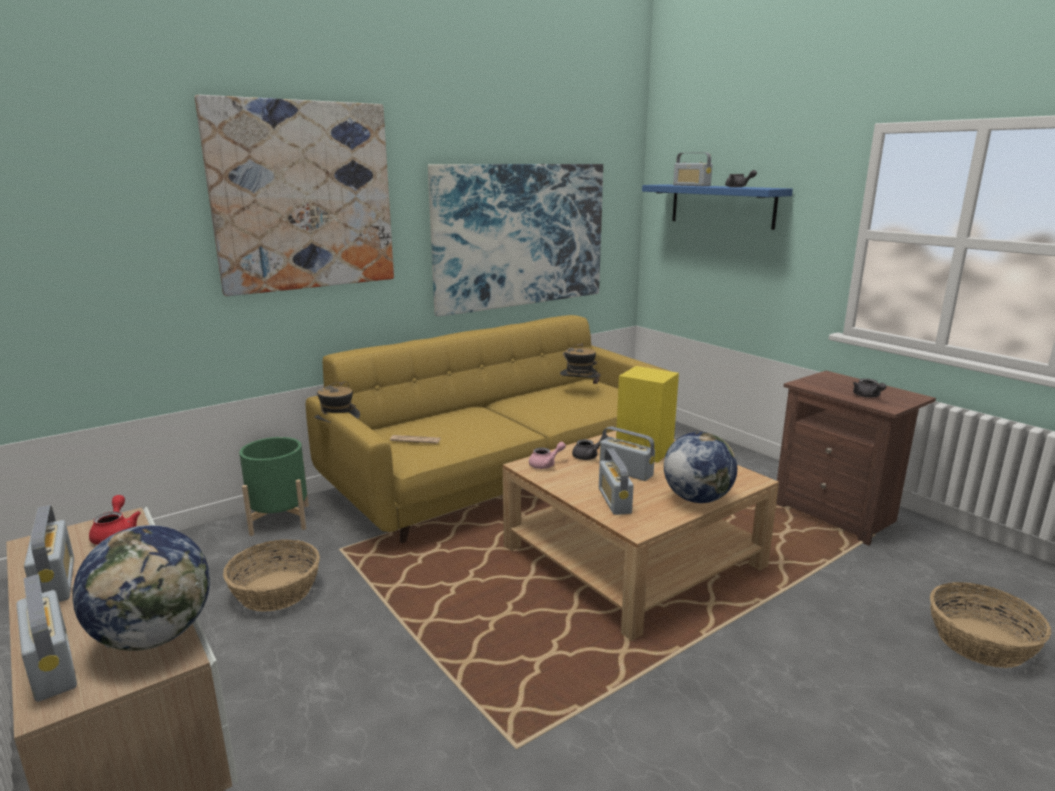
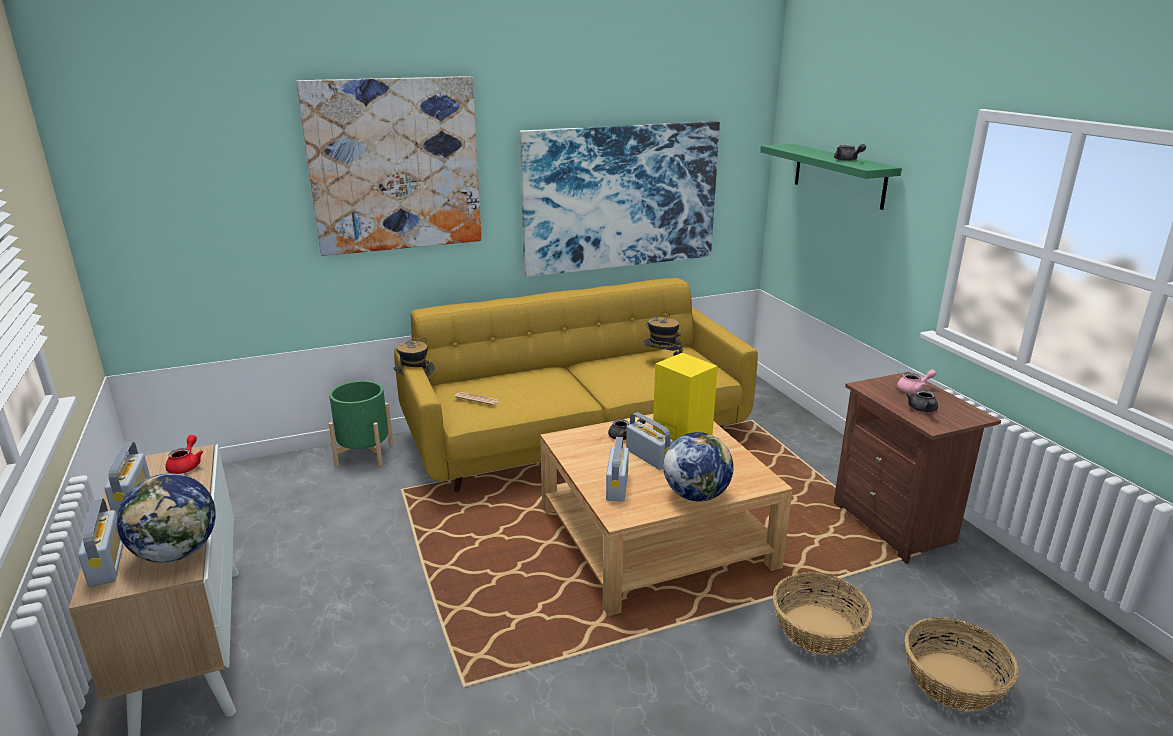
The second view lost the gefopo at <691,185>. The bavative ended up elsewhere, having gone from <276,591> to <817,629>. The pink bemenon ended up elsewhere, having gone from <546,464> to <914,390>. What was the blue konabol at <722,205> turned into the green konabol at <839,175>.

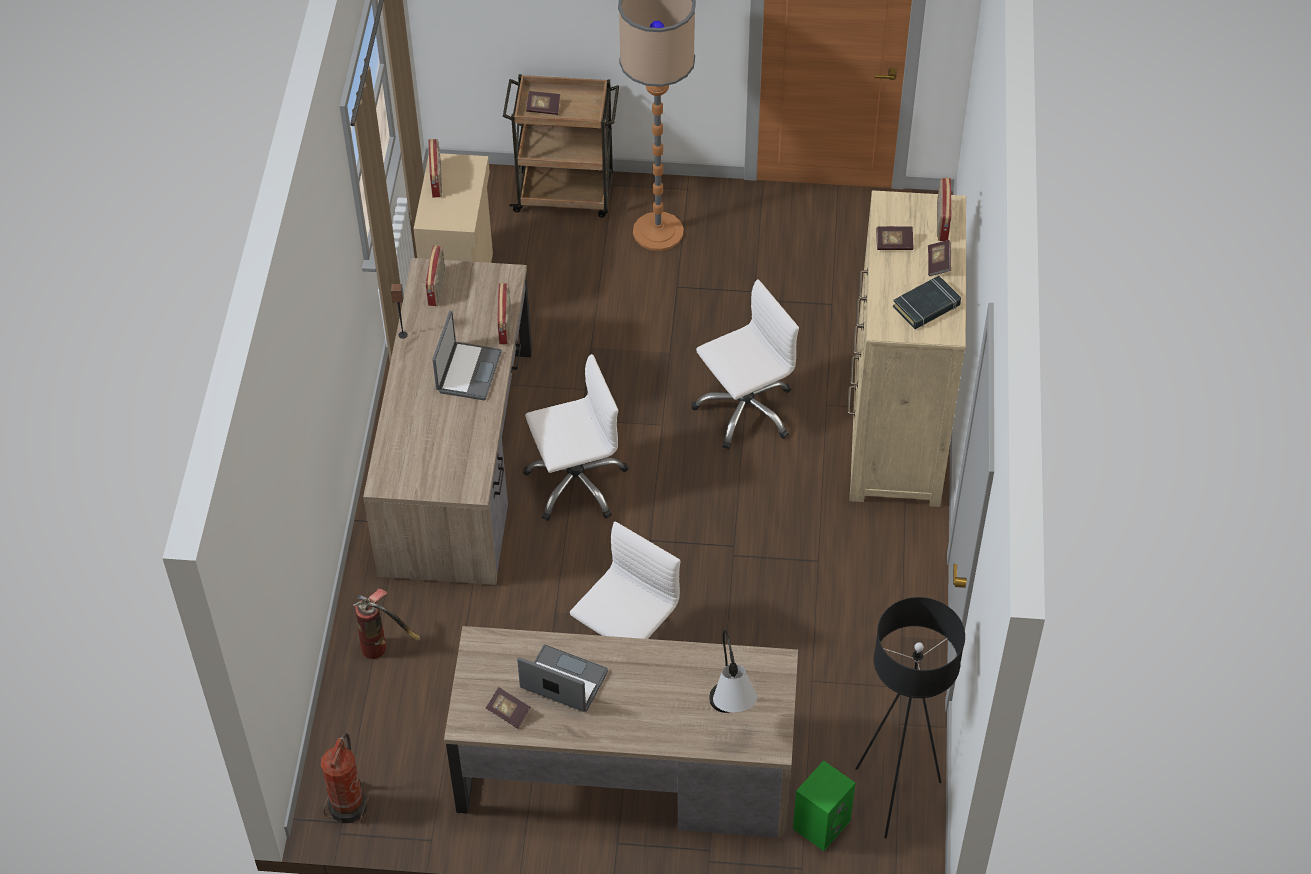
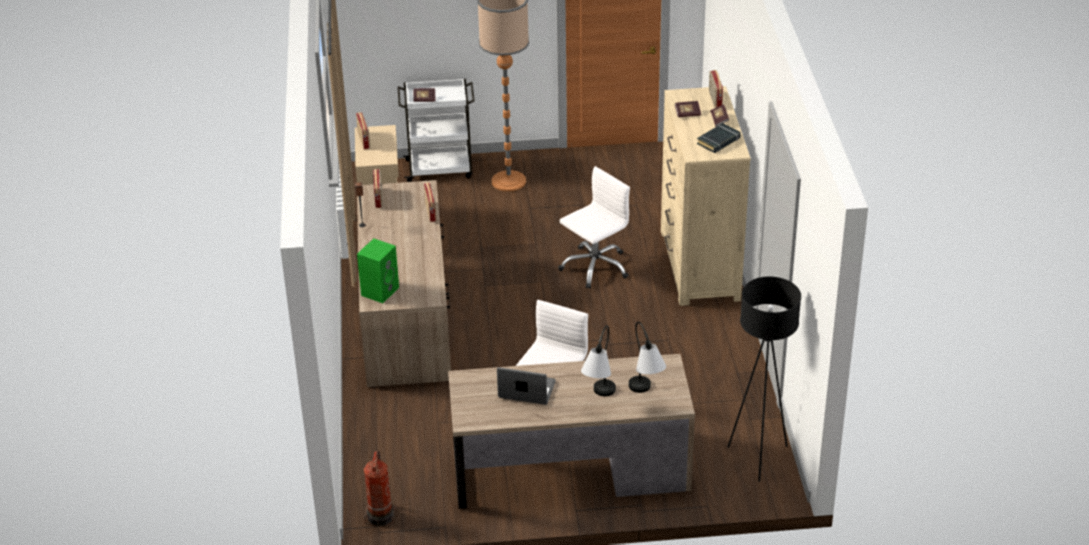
The second view lost the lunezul at <384,647>. The second view lost the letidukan at <467,371>. The second view lost the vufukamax at <508,712>. The second view lost the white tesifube at <576,483>. The second view gained the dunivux at <599,398>. The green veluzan ended up elsewhere, having gone from <821,823> to <380,290>. What was the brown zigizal at <566,194> turned into the white zigizal at <440,169>.

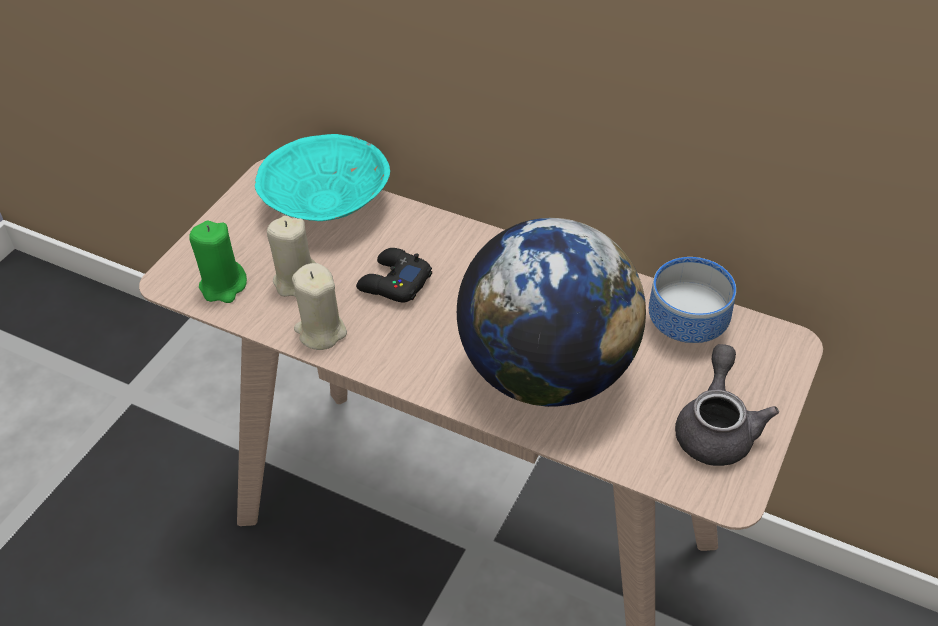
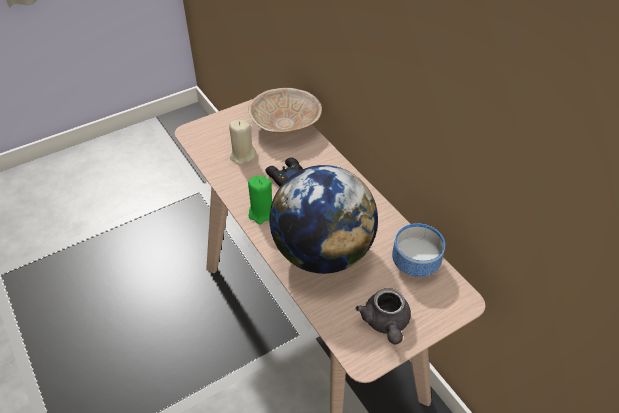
The second view lost the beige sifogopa at <321,331>. The green sifogopa ended up elsewhere, having gone from <223,286> to <262,213>. What was the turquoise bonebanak at <327,202> turned into the beige bonebanak at <286,124>. The grey bemenon at <716,428> ended up facing another way, 135 degrees clockwise from before.

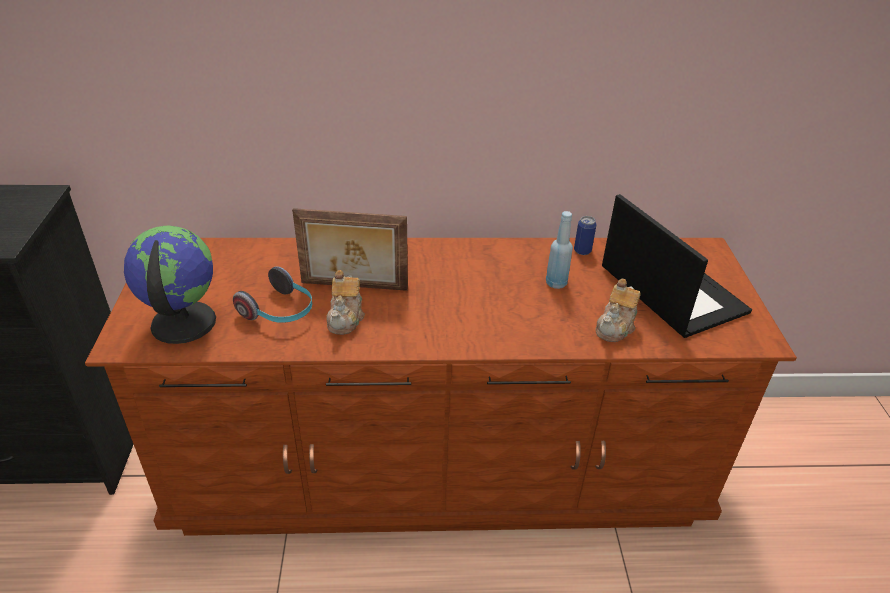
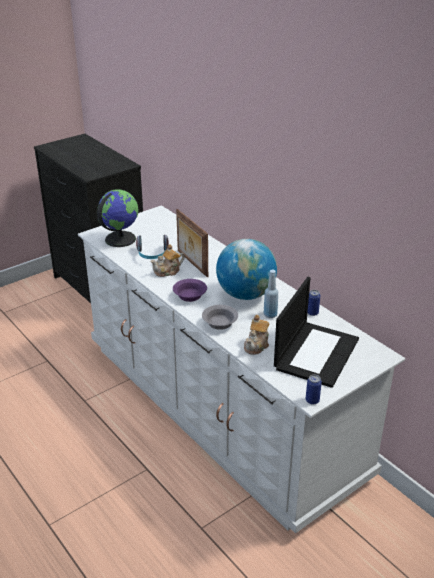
The second view gained the purple bonebanak at <190,296>. The second view gained the grey bonebanak at <219,323>. The second view gained the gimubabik at <245,294>. The second view gained the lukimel at <312,400>. What was the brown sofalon at <439,467> turned into the white sofalon at <218,407>. The bemenon at <616,327> ended up facing another way, 60 degrees counterclockwise from before.

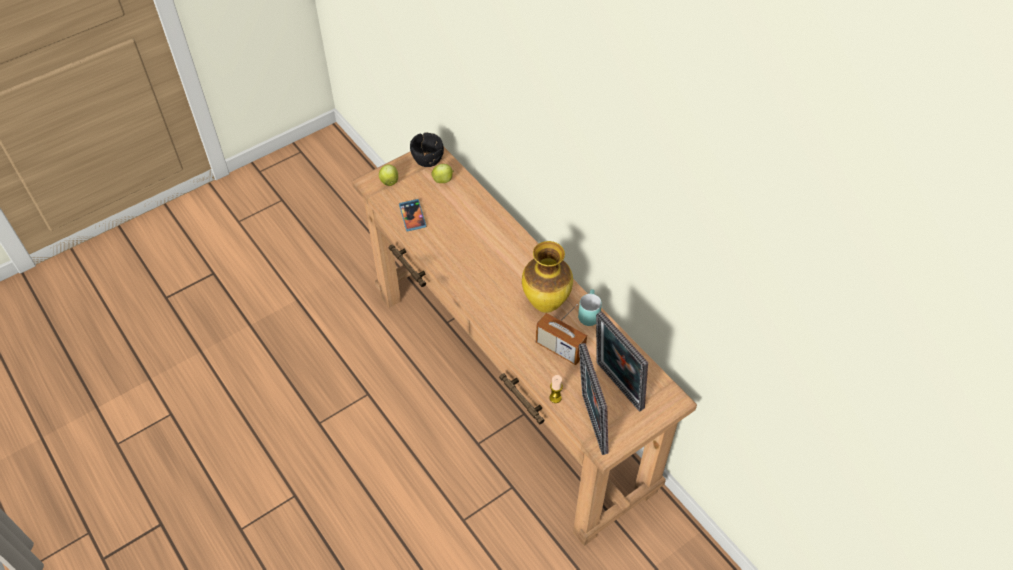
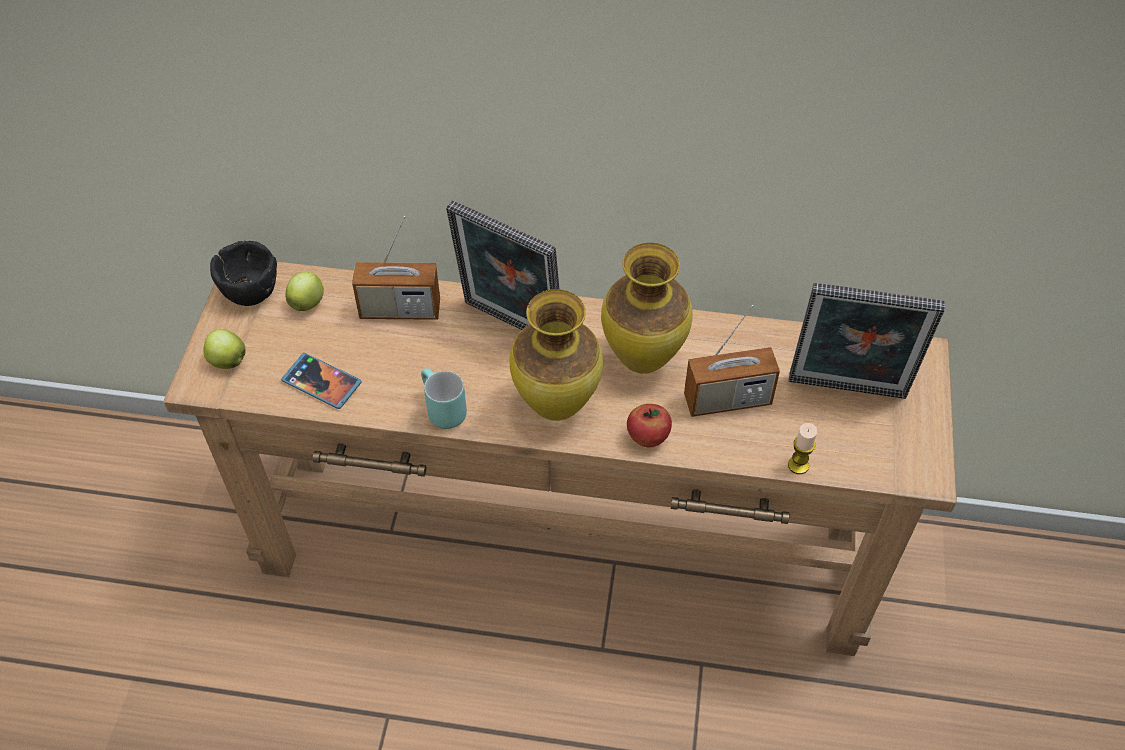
The second view gained the gefopo at <400,310>. The second view gained the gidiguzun at <558,405>. The second view gained the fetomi at <647,437>. The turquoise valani ended up elsewhere, having gone from <587,314> to <440,410>. The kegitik ended up elsewhere, having gone from <590,424> to <509,326>.

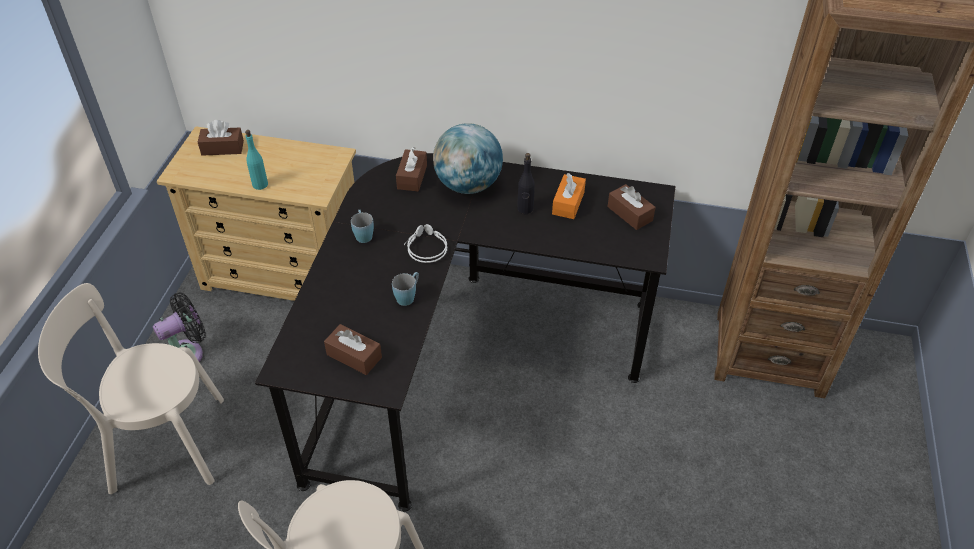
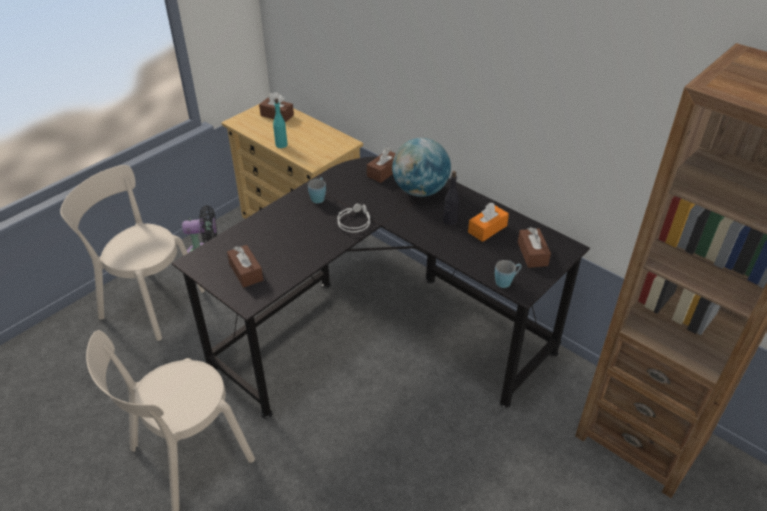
The blue valani ended up elsewhere, having gone from <408,296> to <506,281>.

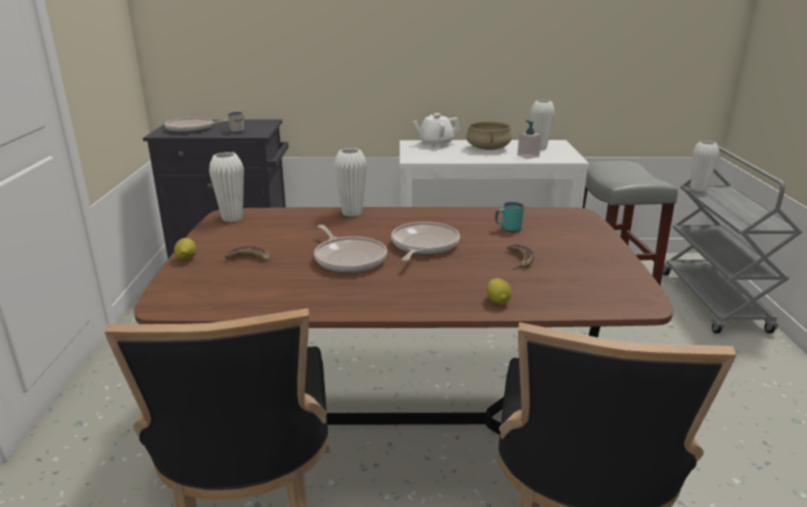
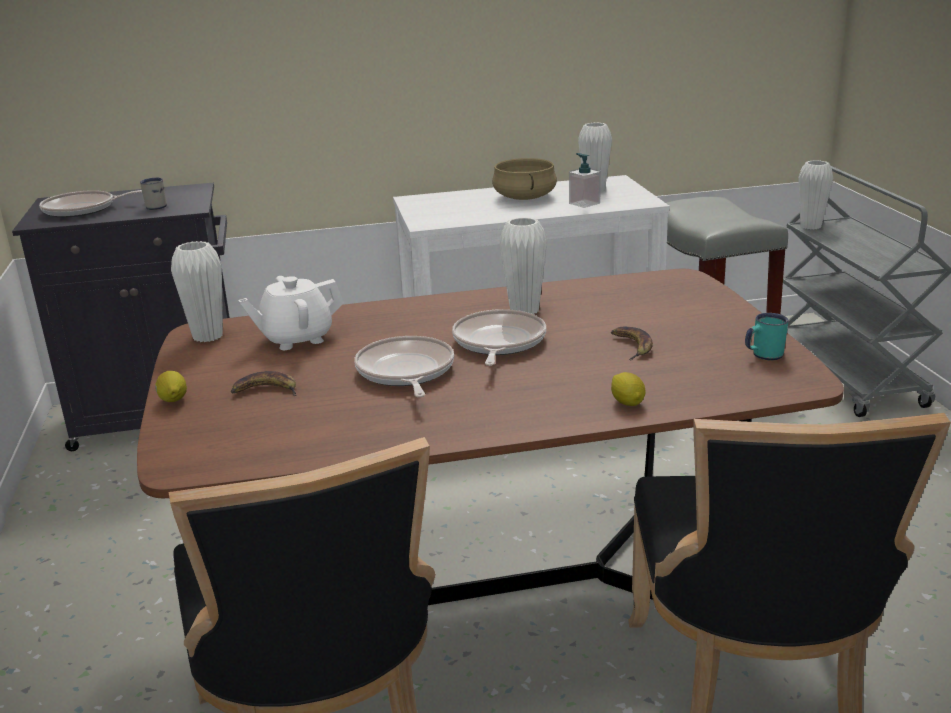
The white gidiguzun ended up elsewhere, having gone from <352,213> to <524,310>. The white bemenon ended up elsewhere, having gone from <435,144> to <296,338>. The turquoise valani ended up elsewhere, having gone from <507,229> to <763,355>. The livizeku at <349,258> ended up facing another way, 150 degrees counterclockwise from before.

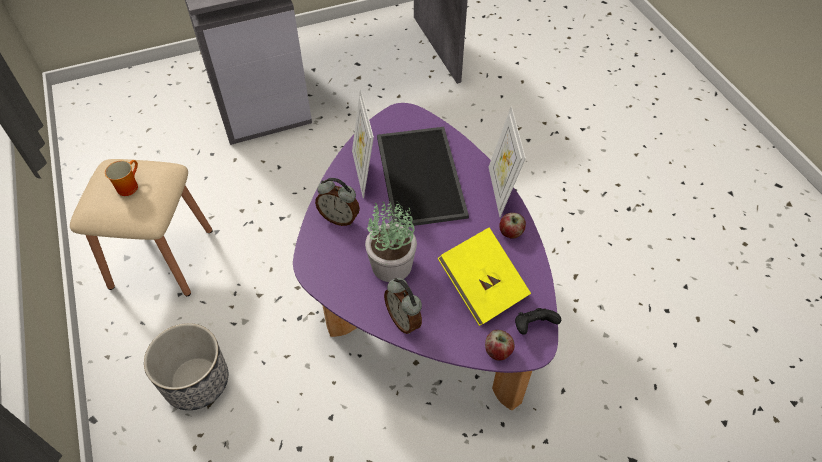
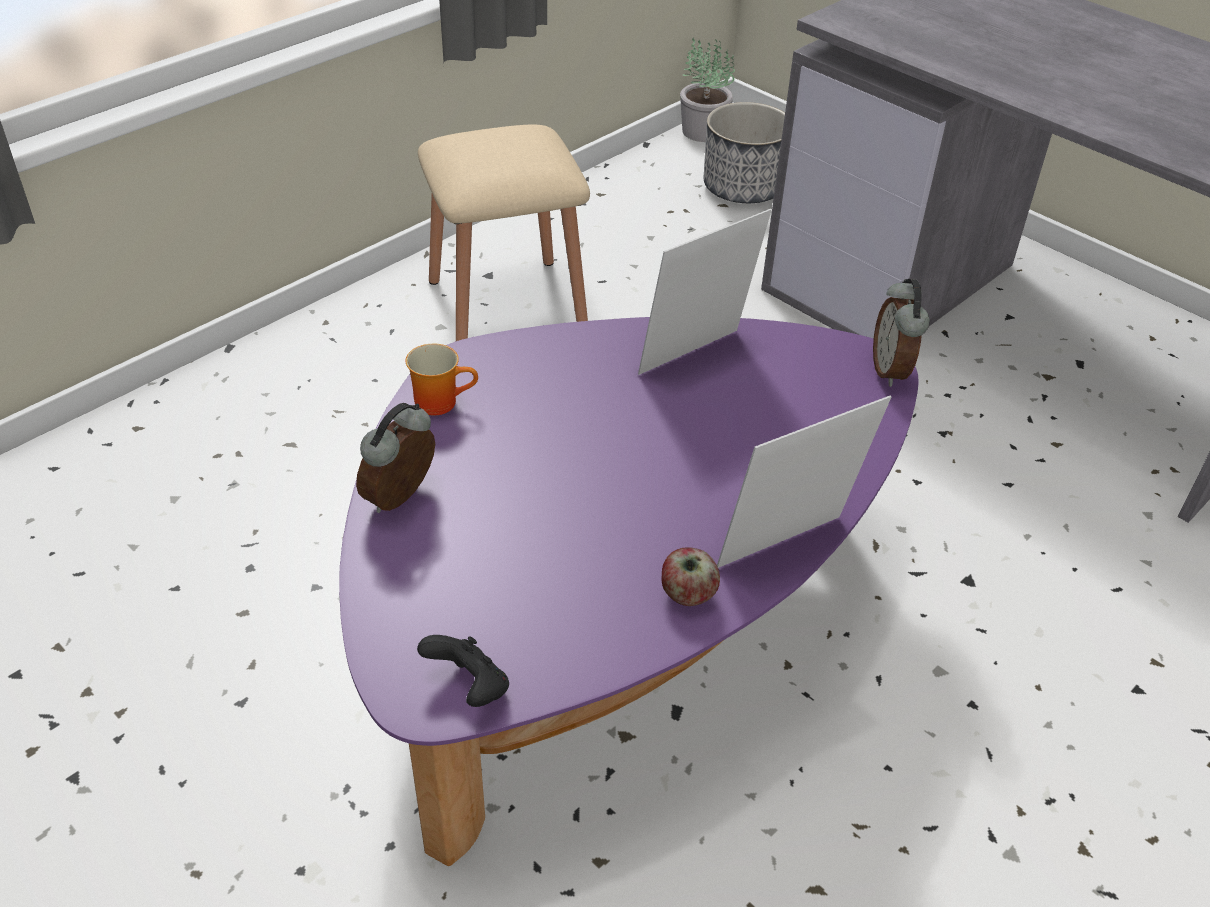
The second view lost the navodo at <418,175>. The second view lost the yellow vufukamax at <483,287>. The second view lost the fetomi at <498,351>. The valani ended up elsewhere, having gone from <128,186> to <441,400>. The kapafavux ended up elsewhere, having gone from <197,381> to <743,188>. The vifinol ended up elsewhere, having gone from <339,218> to <891,370>. The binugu ended up elsewhere, having gone from <391,266> to <702,131>.

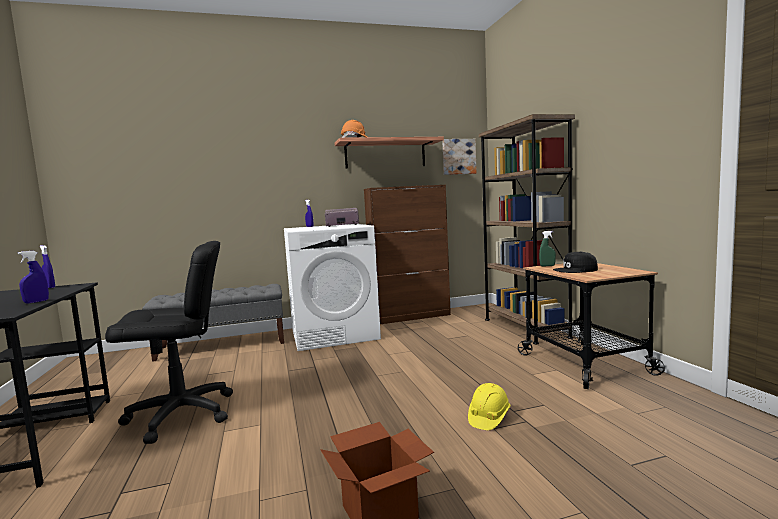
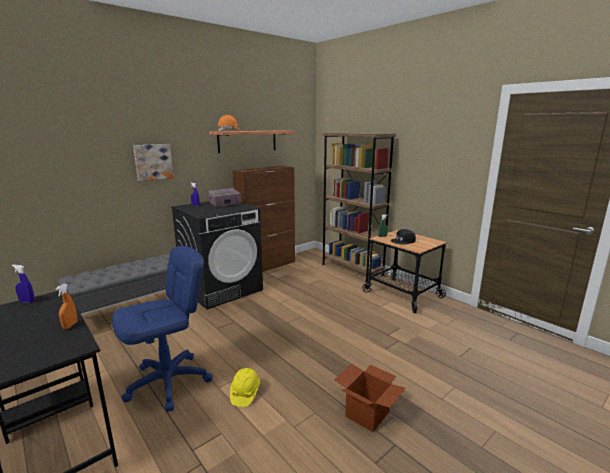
The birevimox ended up elsewhere, having gone from <458,157> to <153,162>. The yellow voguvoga ended up elsewhere, having gone from <488,418> to <245,393>. What was the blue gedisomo at <36,302> turned into the orange gedisomo at <70,325>. What was the black tesifube at <181,415> turned into the blue tesifube at <169,382>. What was the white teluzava at <334,334> turned into the black teluzava at <222,289>.

